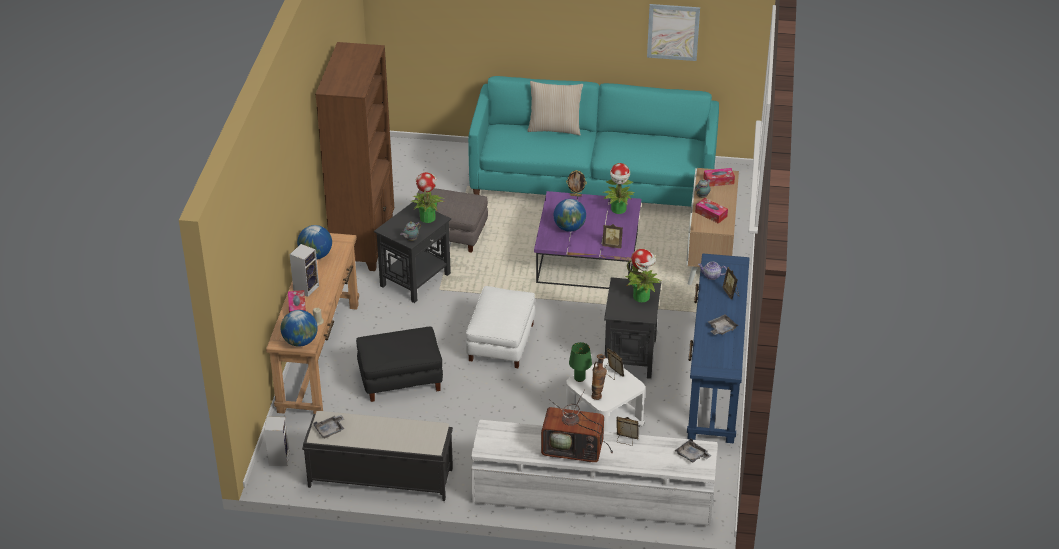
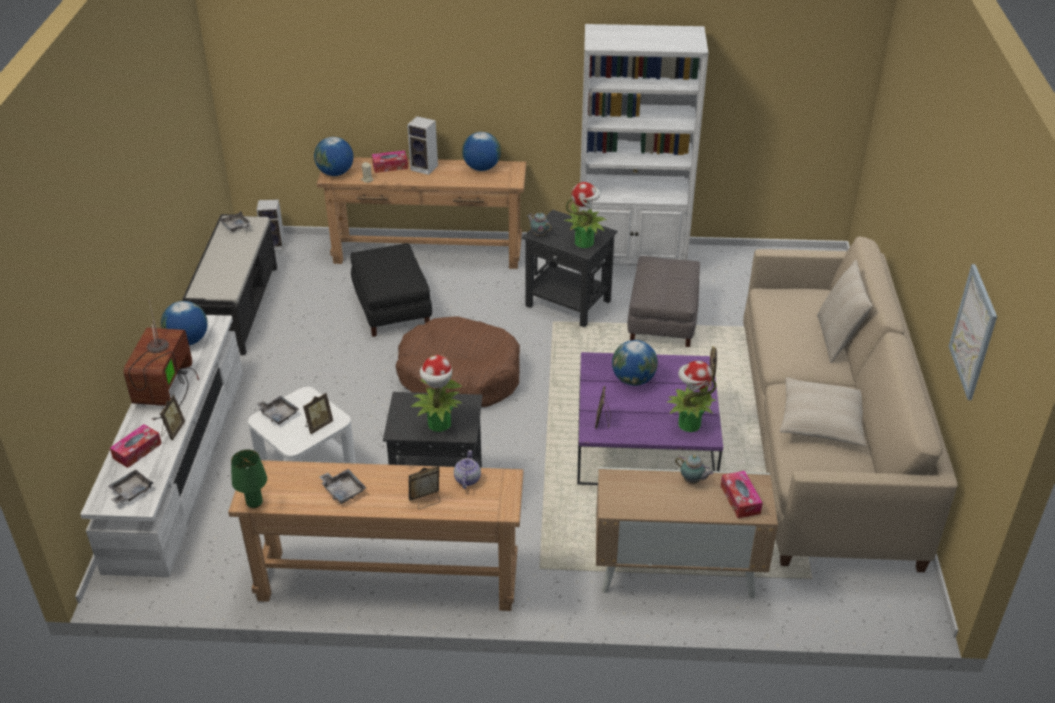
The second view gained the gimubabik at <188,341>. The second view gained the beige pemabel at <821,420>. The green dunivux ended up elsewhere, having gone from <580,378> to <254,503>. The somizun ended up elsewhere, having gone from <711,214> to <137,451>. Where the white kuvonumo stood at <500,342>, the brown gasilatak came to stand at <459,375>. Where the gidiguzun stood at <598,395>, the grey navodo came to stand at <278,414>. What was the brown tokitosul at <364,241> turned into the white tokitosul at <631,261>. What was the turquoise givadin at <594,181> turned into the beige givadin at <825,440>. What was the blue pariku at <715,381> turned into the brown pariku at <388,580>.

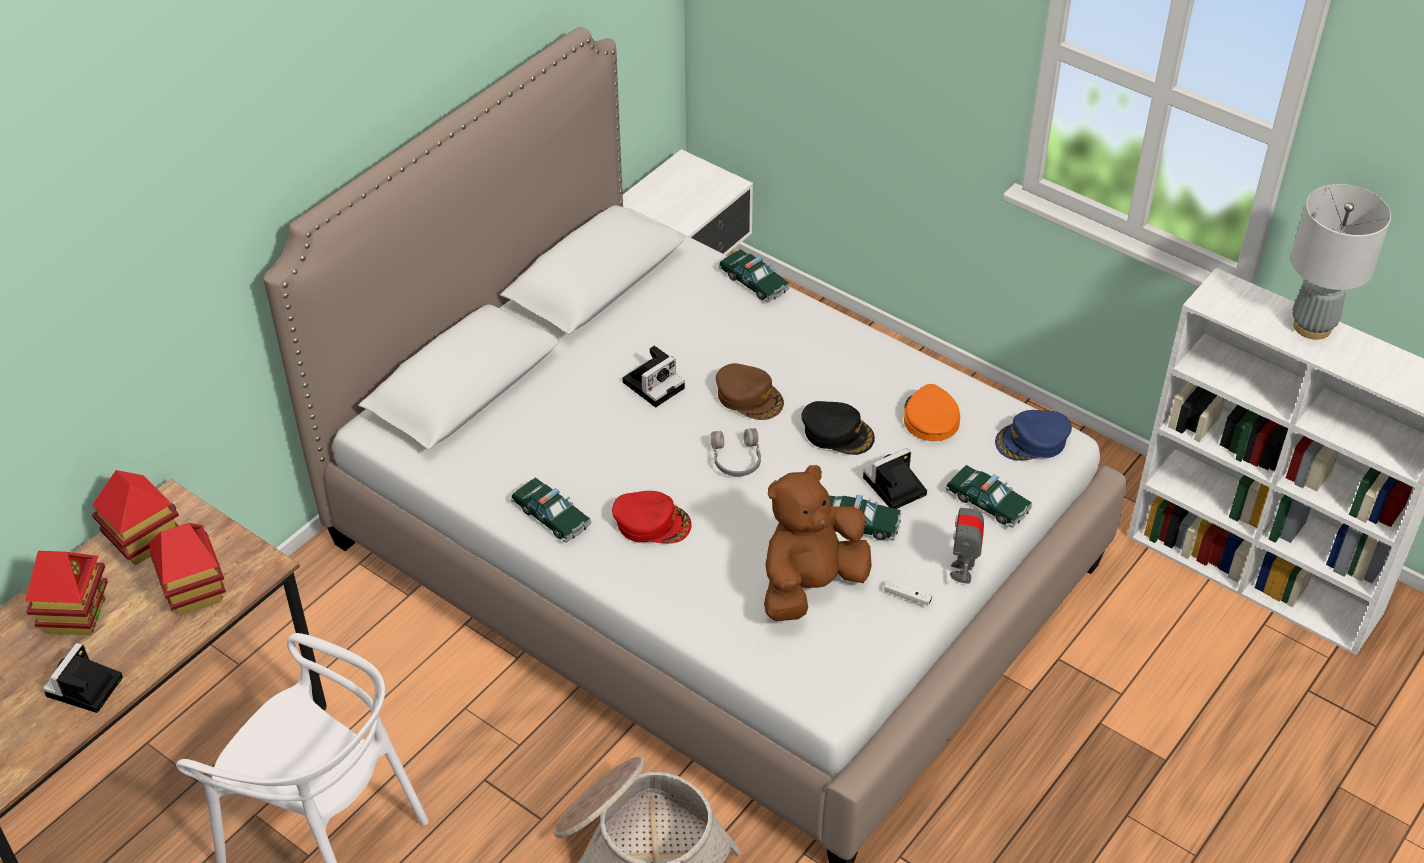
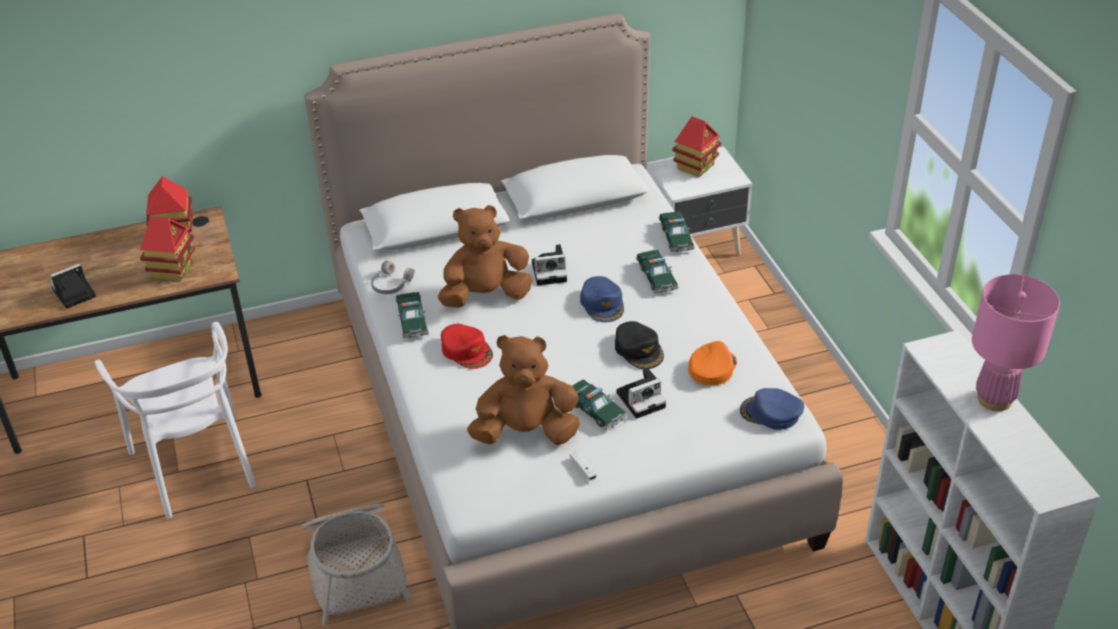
The second view lost the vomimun at <963,571>. The second view gained the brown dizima at <485,295>. The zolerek ended up elsewhere, having gone from <76,615> to <695,166>. The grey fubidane ended up elsewhere, having gone from <735,459> to <391,284>. The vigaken ended up elsewhere, having gone from <987,502> to <656,277>. What was the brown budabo at <749,397> turned into the blue budabo at <602,304>. What was the grey dunivux at <1312,327> turned into the pink dunivux at <994,399>. The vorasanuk at <893,487> ended up facing another way, 150 degrees clockwise from before.

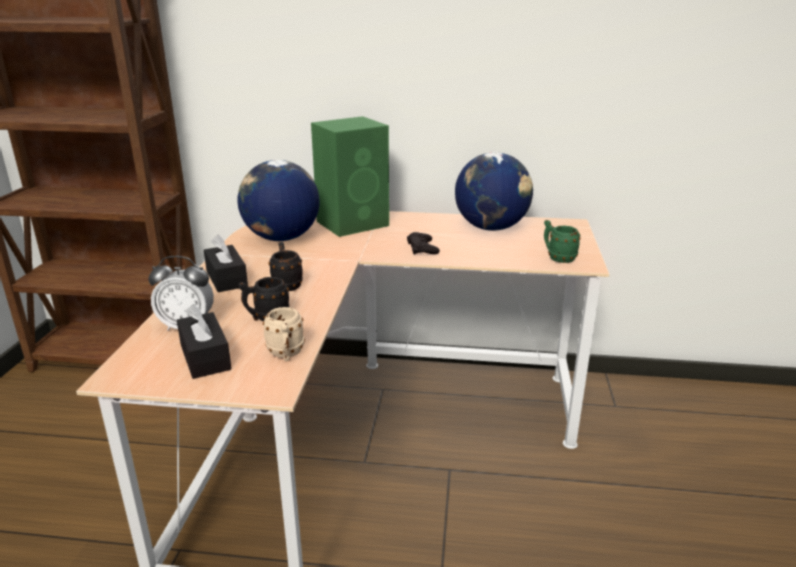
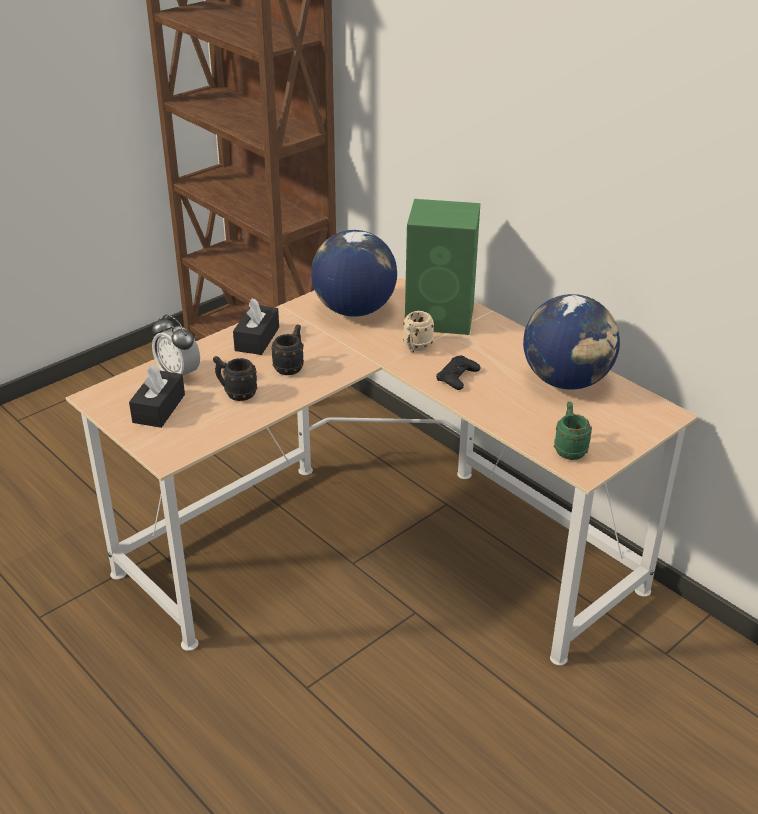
The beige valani ended up elsewhere, having gone from <286,354> to <415,347>.

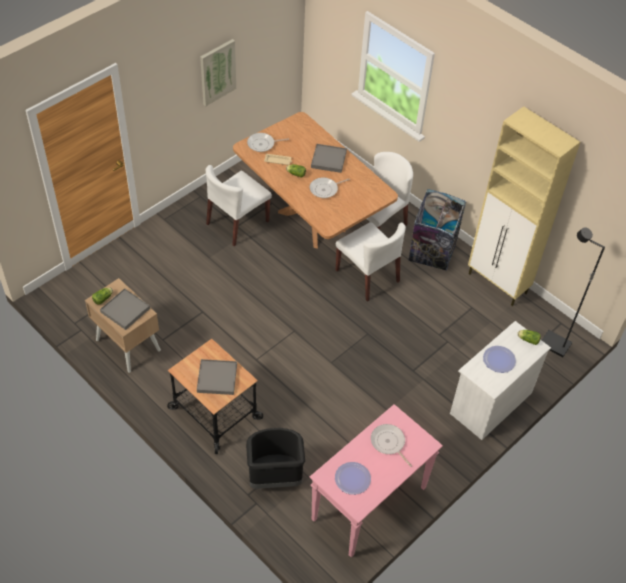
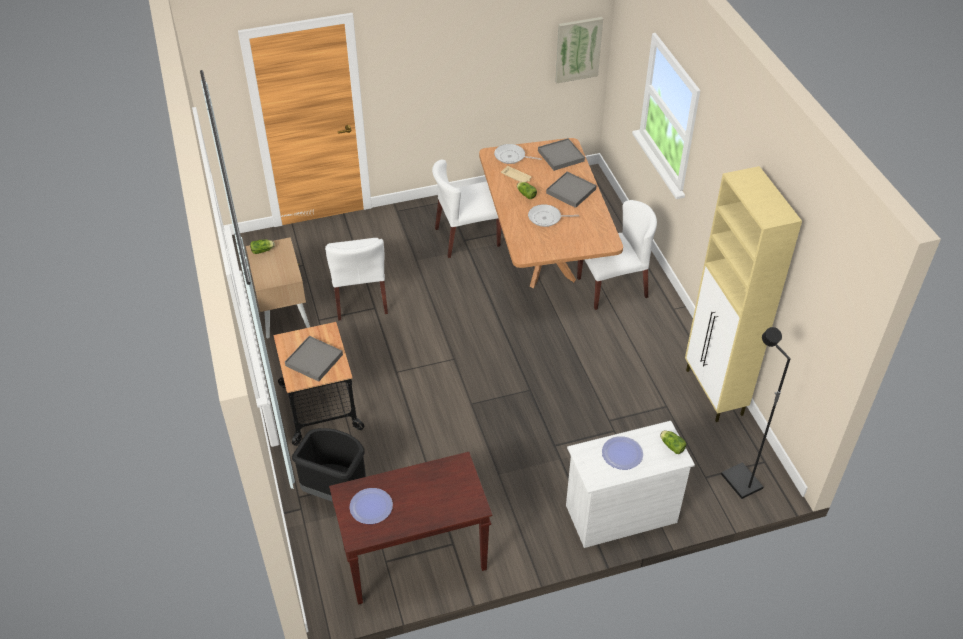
The second view lost the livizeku at <388,443>. The second view lost the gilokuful at <432,252>. The grey navodo ended up elsewhere, having gone from <125,310> to <560,156>. The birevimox ended up elsewhere, having gone from <217,72> to <578,49>. The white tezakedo ended up elsewhere, having gone from <367,276> to <360,297>. What was the pink pariku at <369,504> turned into the brown pariku at <413,560>.

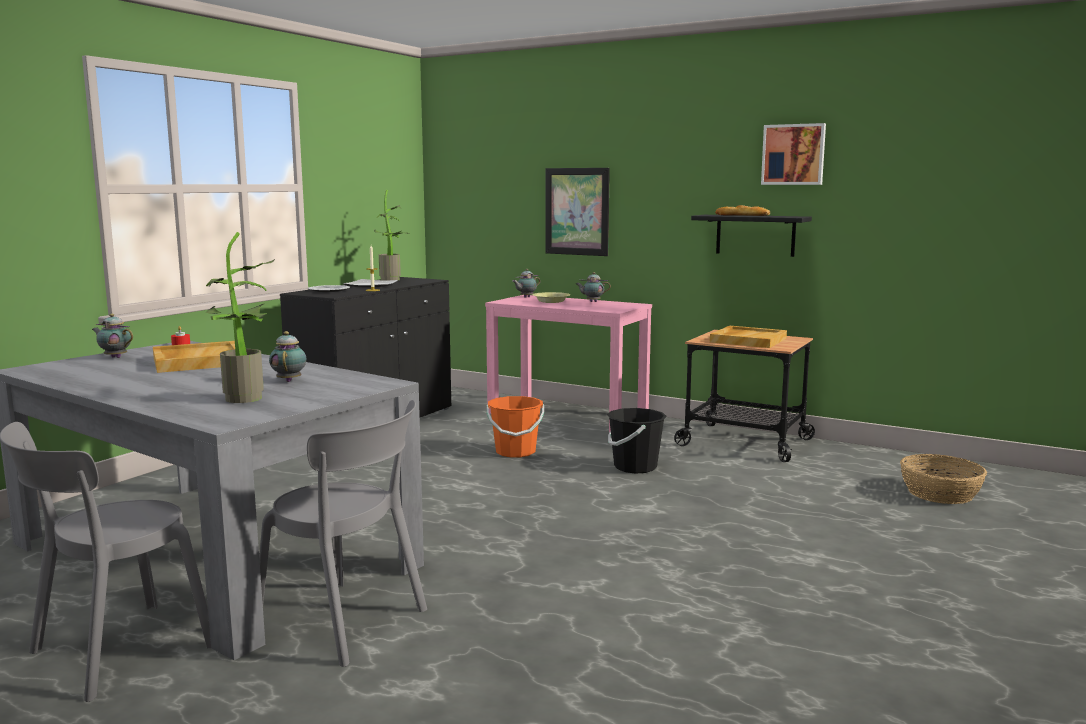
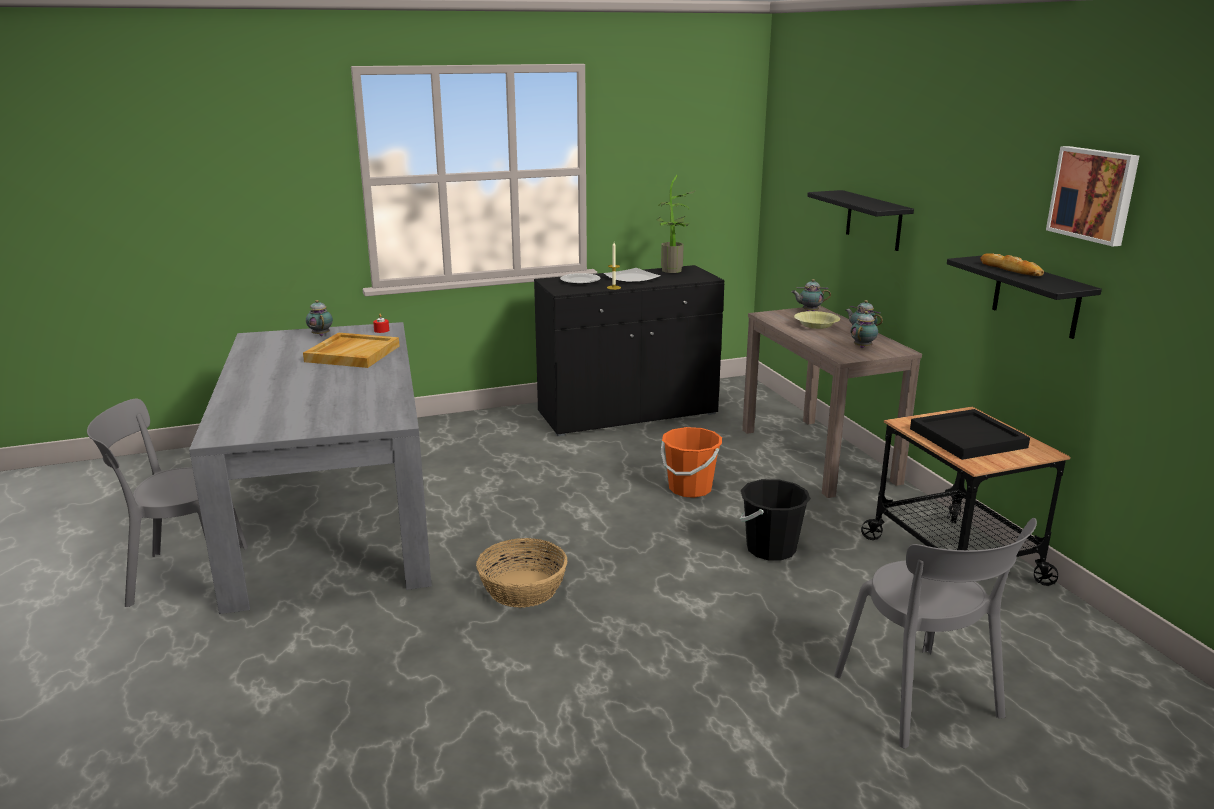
The second view lost the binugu at <247,399>. The grey tezakedo ended up elsewhere, having gone from <348,623> to <921,700>. The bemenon ended up elsewhere, having gone from <289,380> to <863,347>. The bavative ended up elsewhere, having gone from <940,493> to <523,589>. Where the birevimox hung at <577,211>, the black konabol came to hang at <873,220>. What was the pink pariku at <568,414> turned into the brown pariku at <818,455>. What was the beige navodo at <748,340> turned into the black navodo at <967,437>.

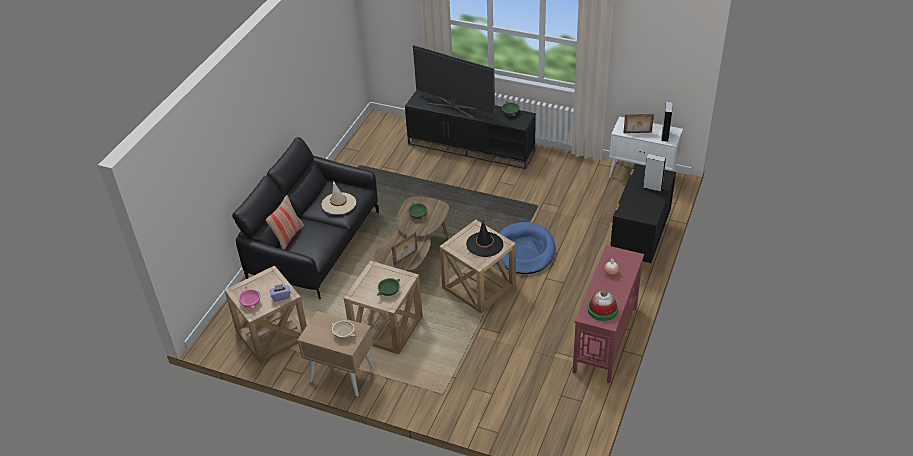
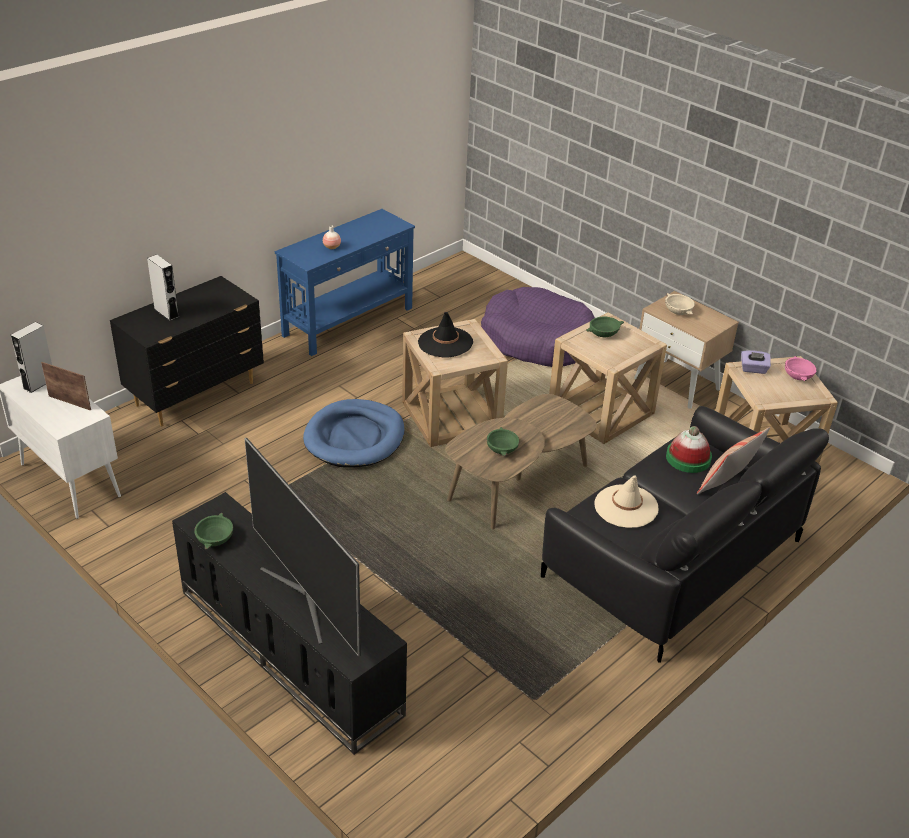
The second view lost the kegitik at <406,257>. The second view gained the purple gasilatak at <537,340>. The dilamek ended up elsewhere, having gone from <602,309> to <688,458>. What was the red pariku at <605,339> turned into the blue pariku at <349,322>.

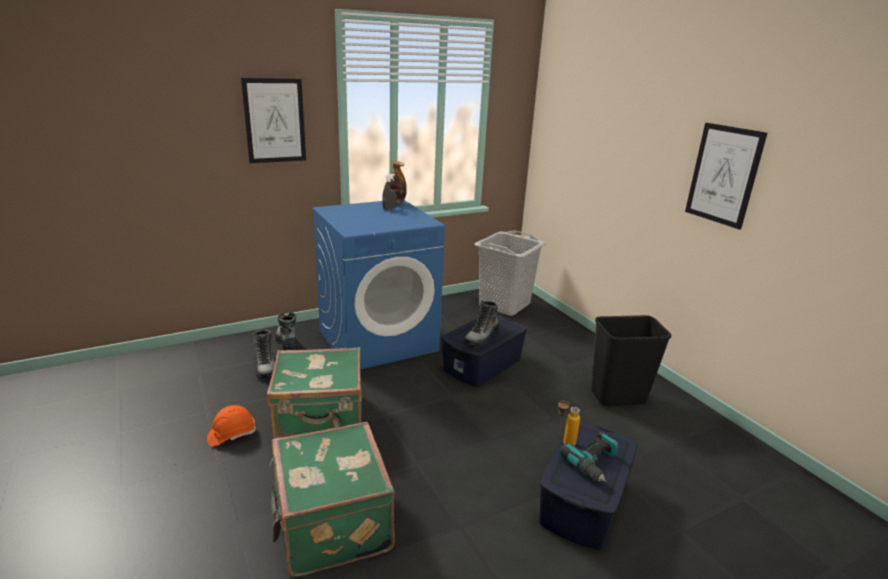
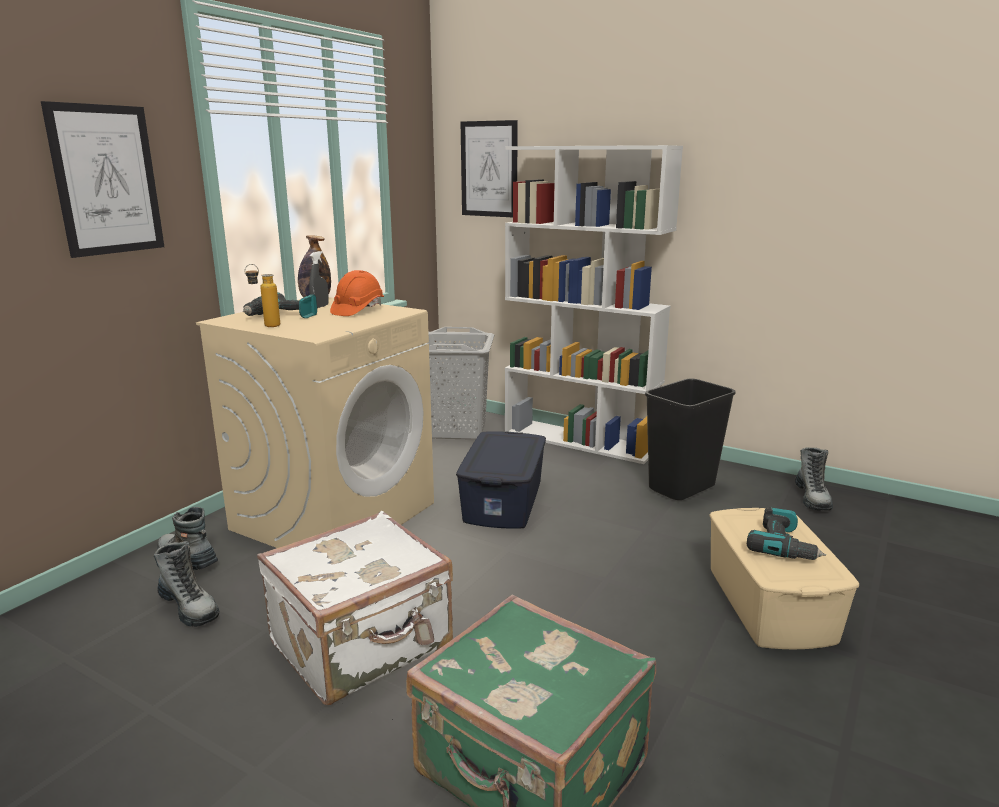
The second view gained the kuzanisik at <282,316>. The second view gained the white tokitosul at <581,441>. The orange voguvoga ended up elsewhere, having gone from <231,434> to <357,310>. The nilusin ended up elsewhere, having gone from <482,337> to <812,498>. The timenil ended up elsewhere, having gone from <564,443> to <265,326>. The birevimox ended up elsewhere, having gone from <723,175> to <489,169>. What was the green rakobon at <320,420> turned into the white rakobon at <363,645>. What was the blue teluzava at <378,340> turned into the beige teluzava at <335,515>. What was the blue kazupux at <582,501> turned into the beige kazupux at <768,603>.

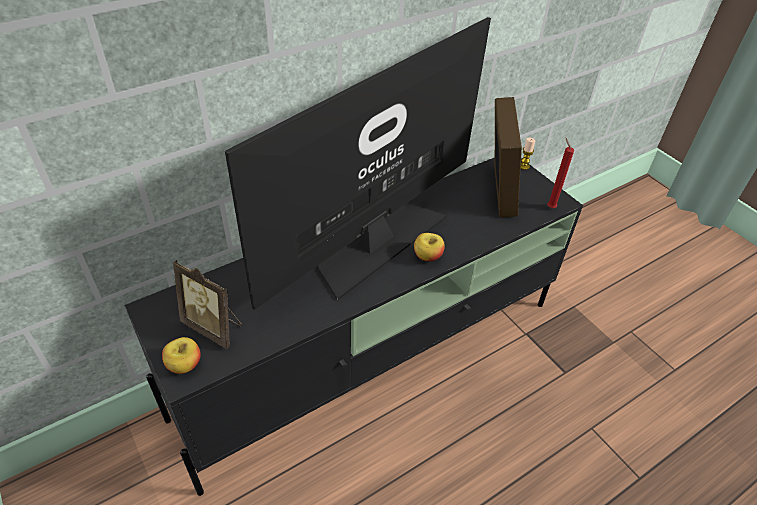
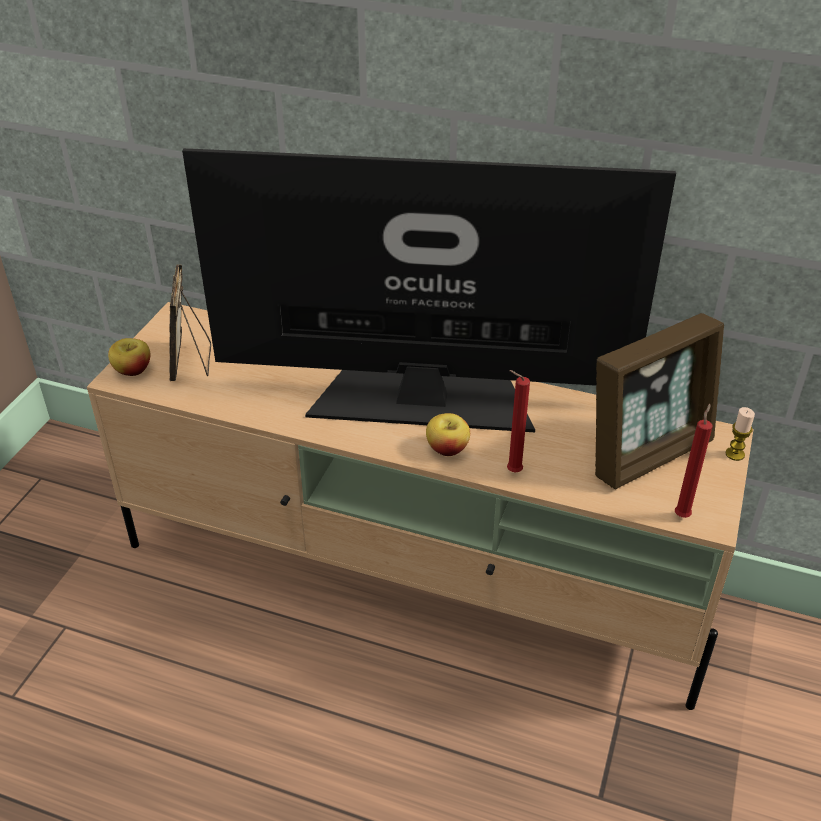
The second view gained the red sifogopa at <511,471>. What was the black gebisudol at <374,357> turned into the beige gebisudol at <414,579>.

